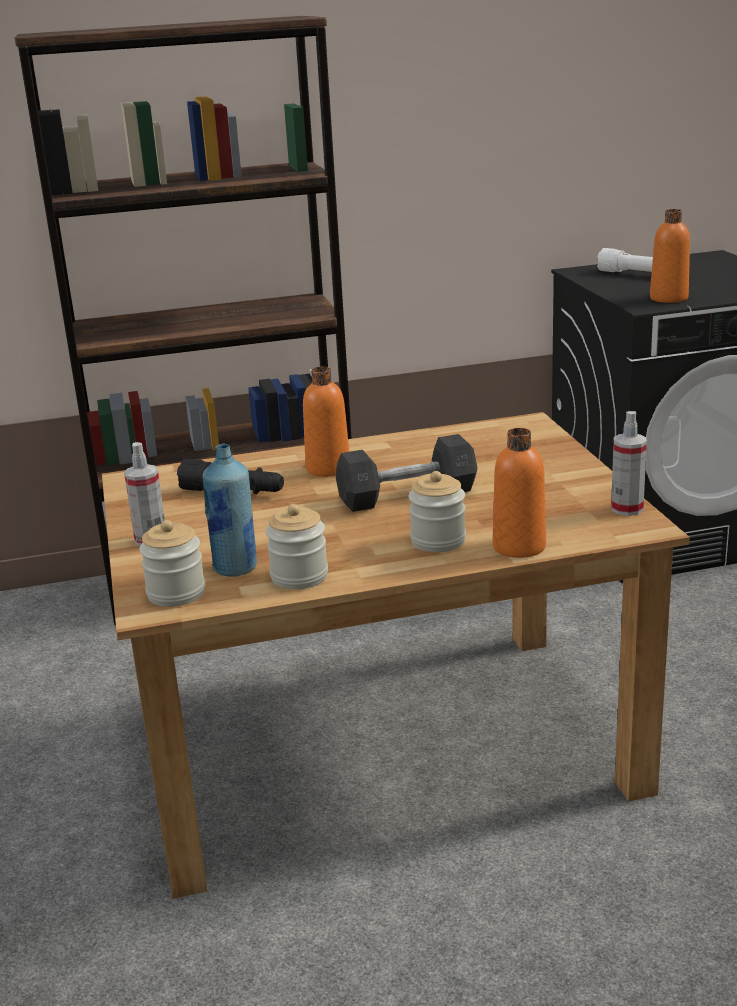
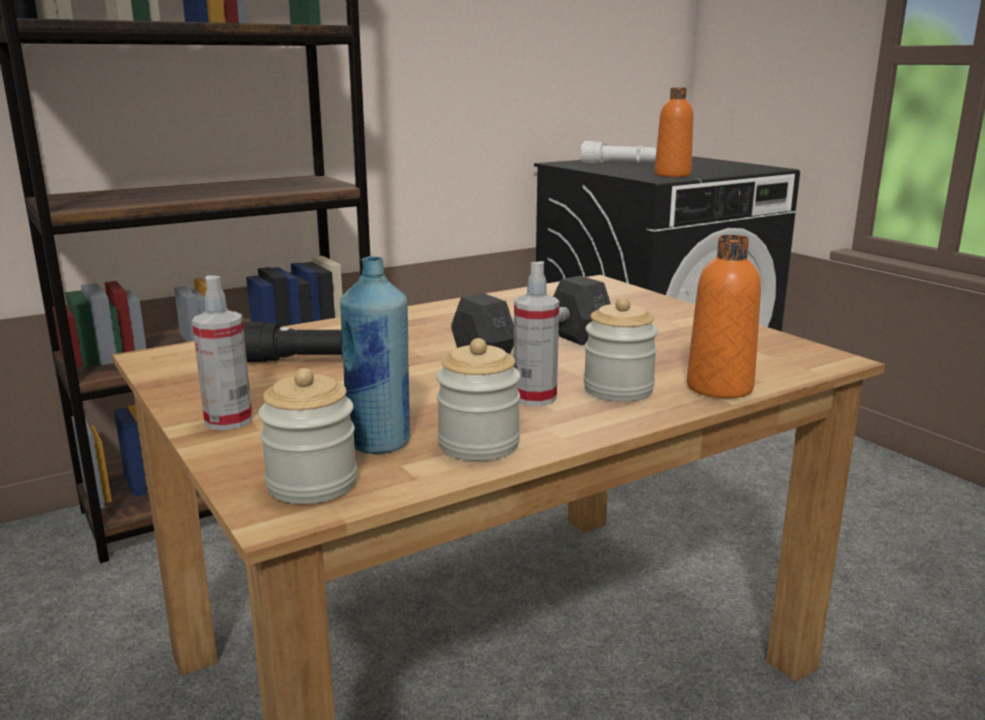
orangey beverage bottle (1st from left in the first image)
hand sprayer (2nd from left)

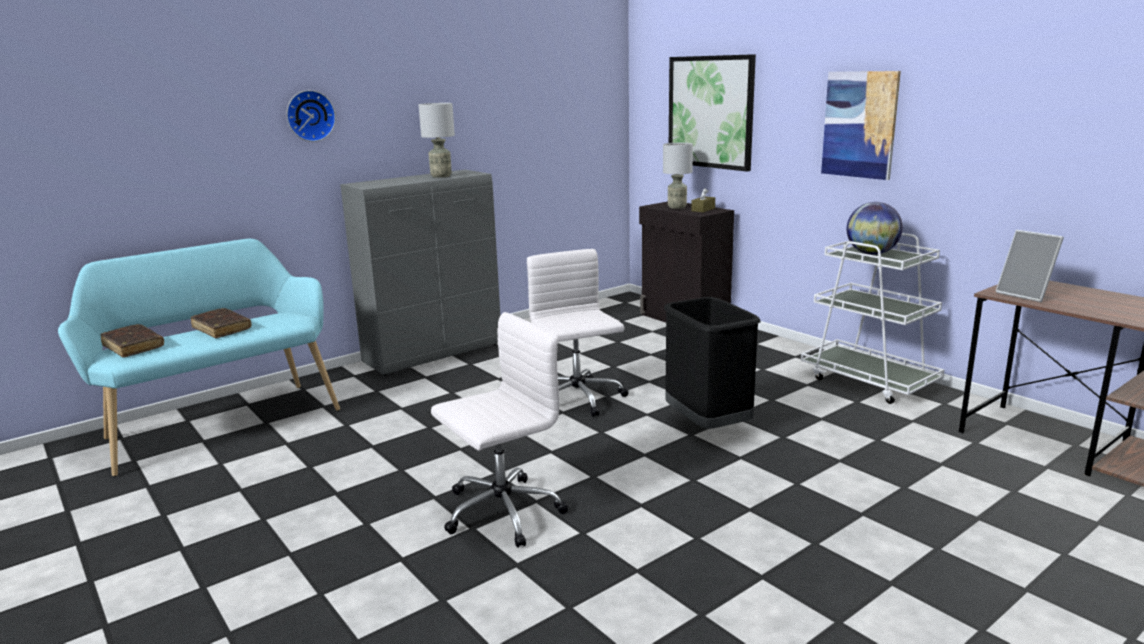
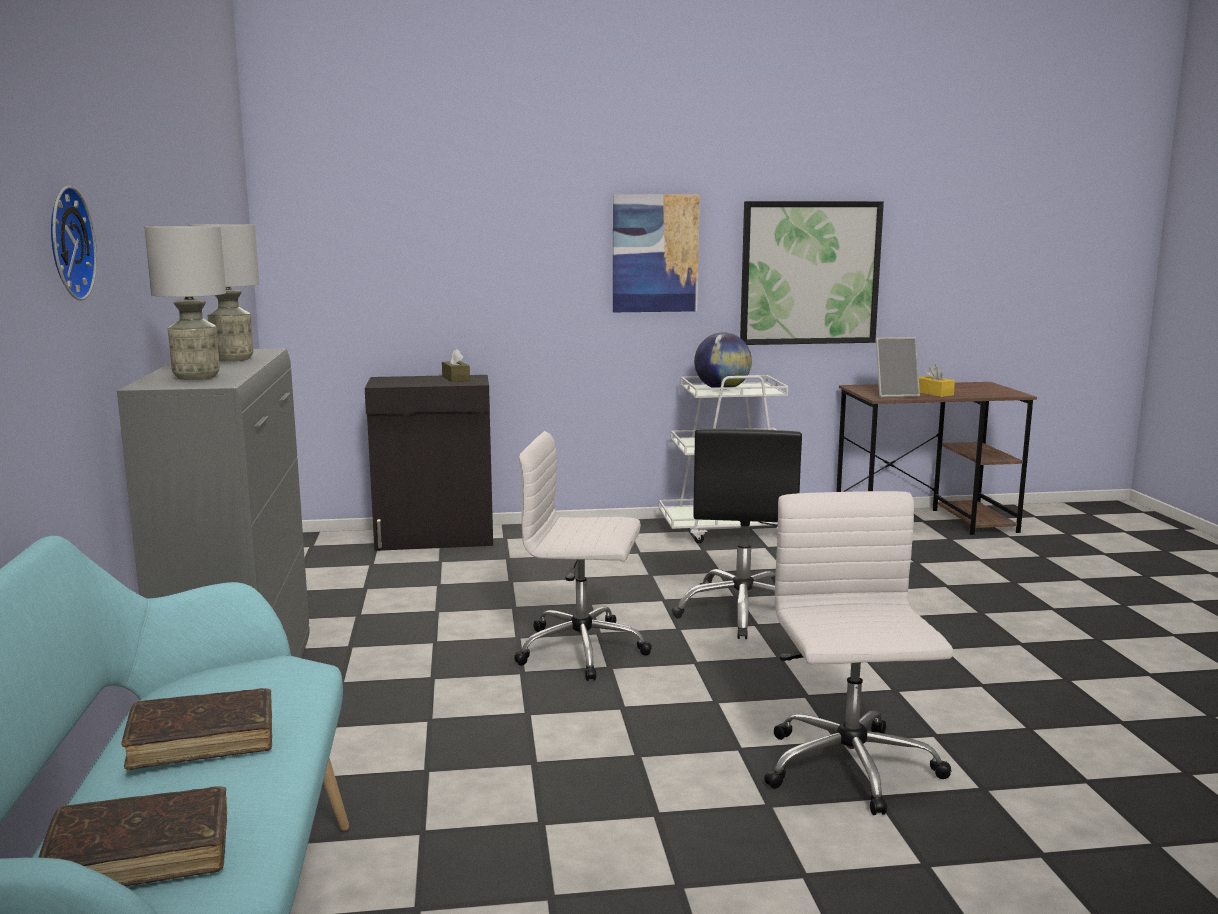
wall art (2nd from left)
gray tabletop lamp (1st from left)
black-coloured office chair
yellow-coloured tissue box

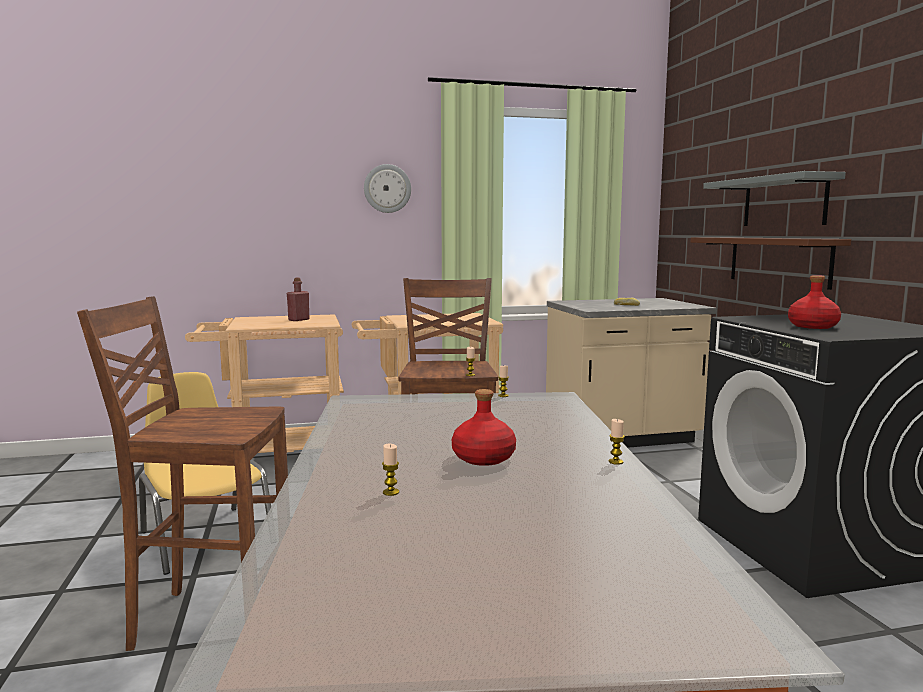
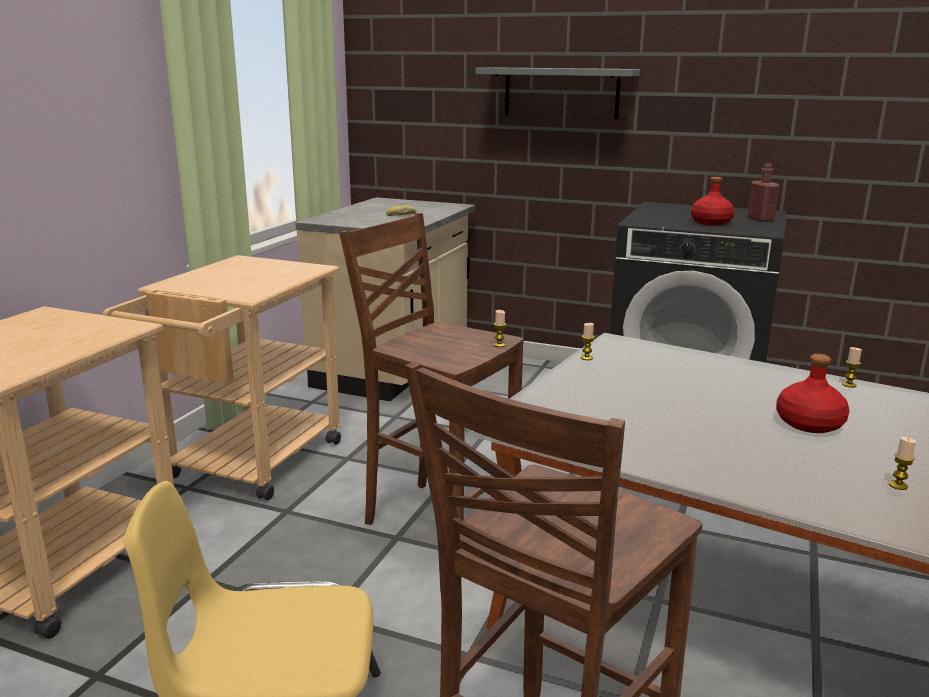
hanging clock
brown-coloured shelf
red beverage bottle (2nd from left)

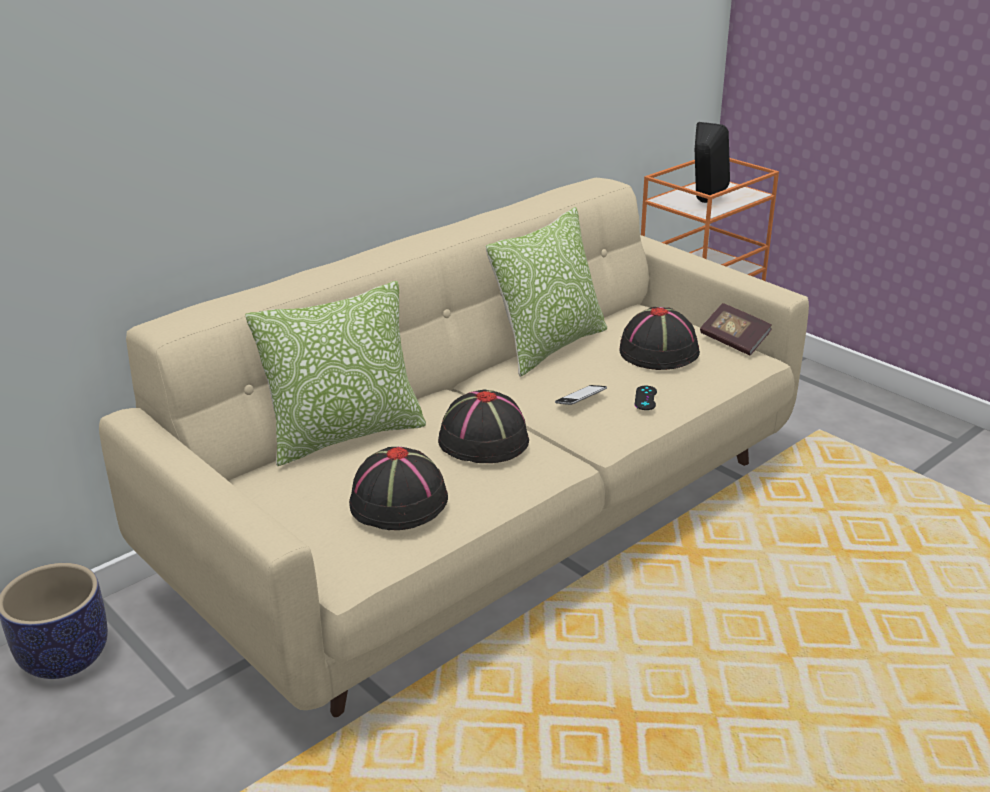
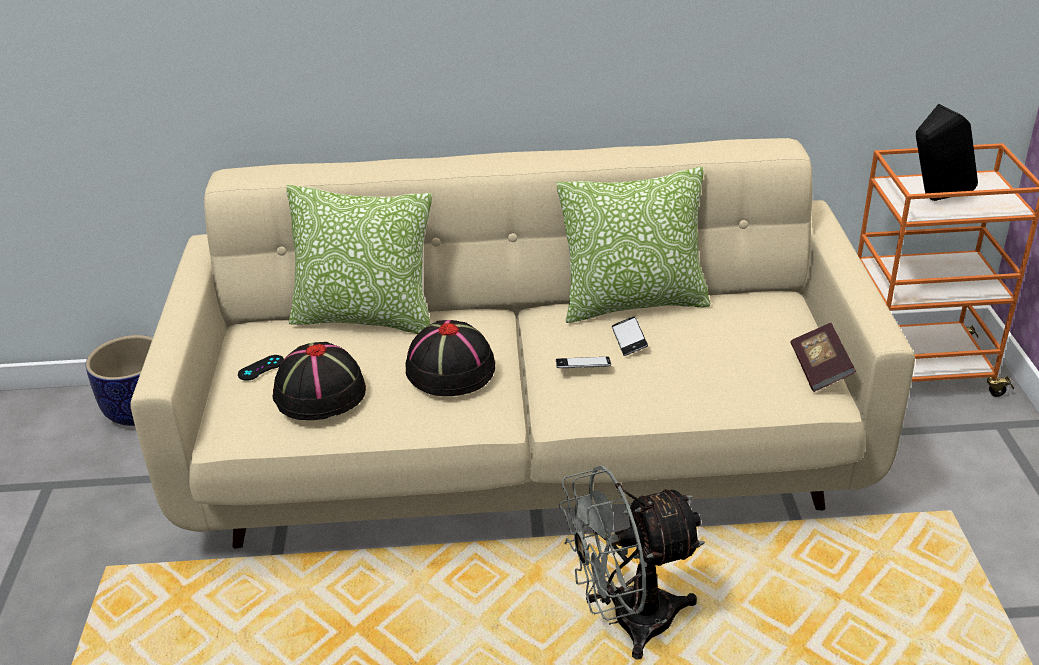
black-coloured wearable hat (3rd from left in the first image)
black-coloured game controller
telephone (2nd from left)
gray fan

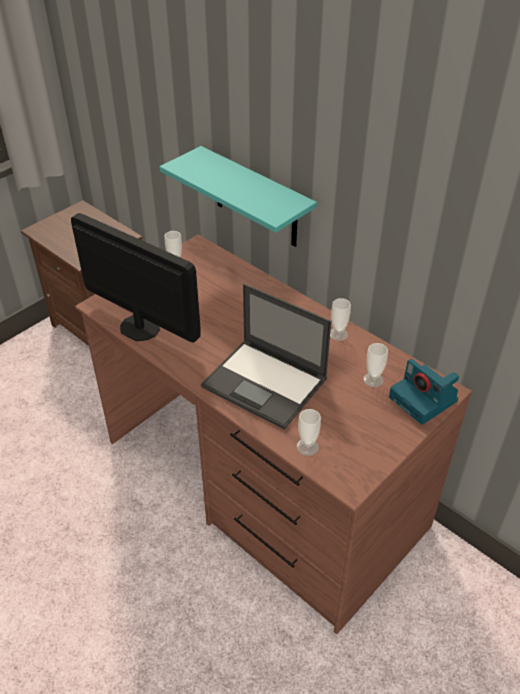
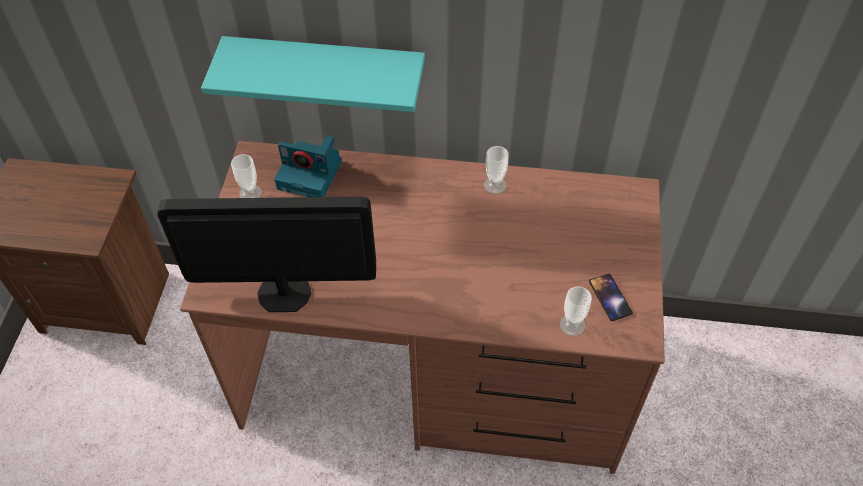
portable computer
drinking cup (4th from left in the first image)
photo camera
telephone

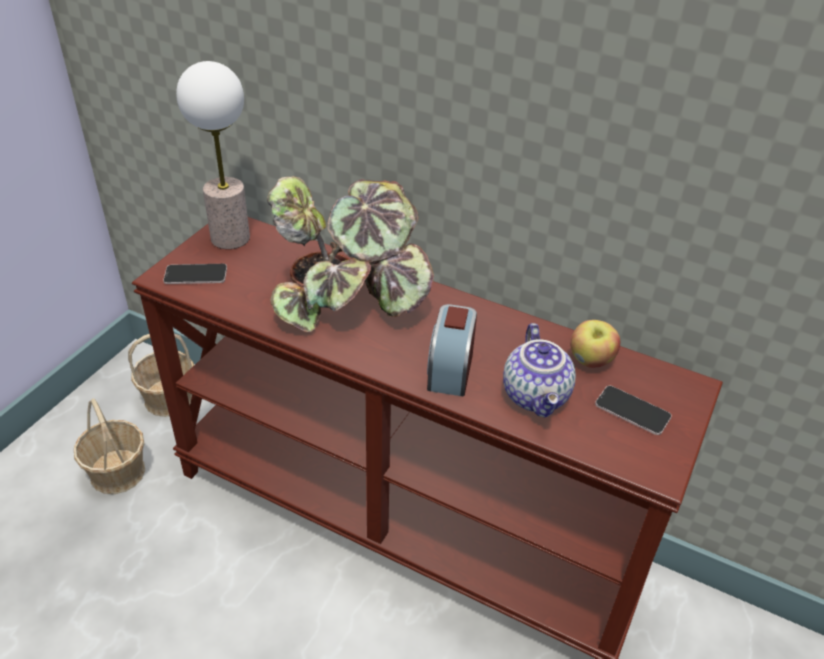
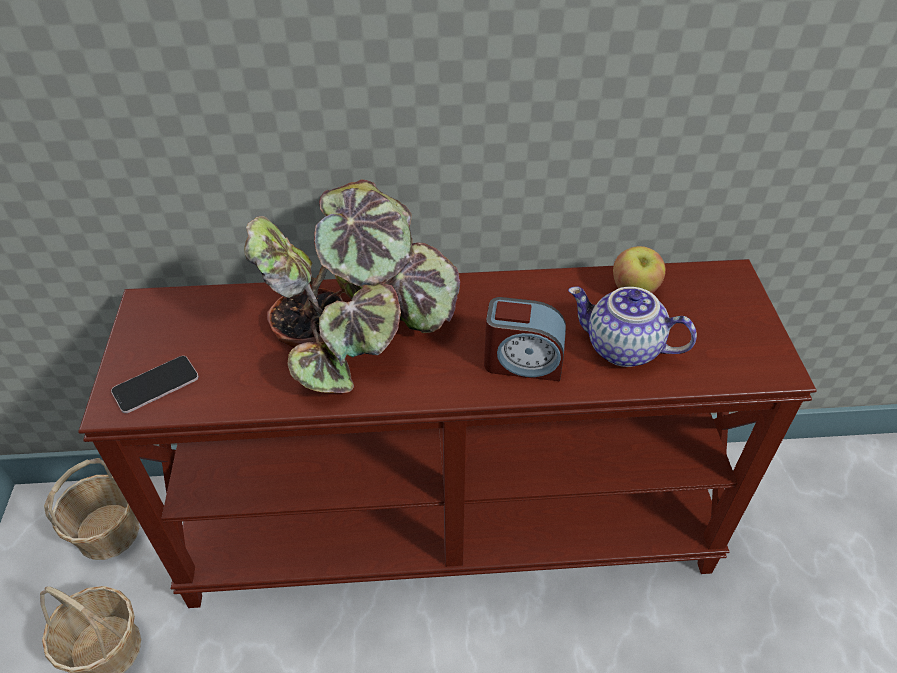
tabletop lamp
bedside clock
pot for tea
telephone (2nd from left in the first image)

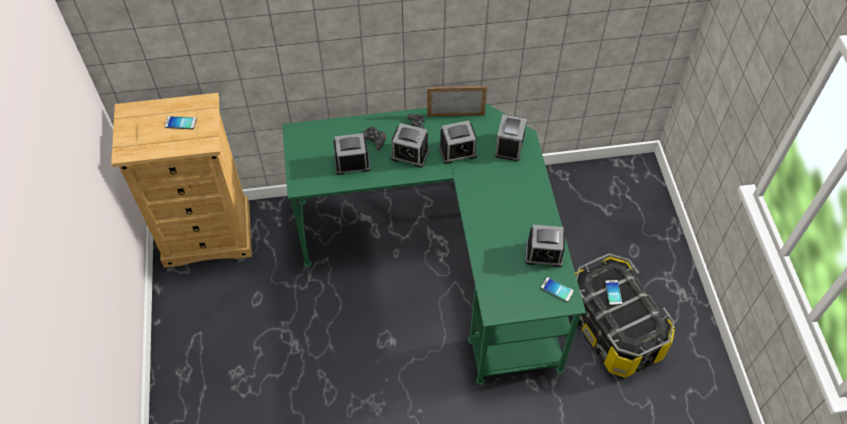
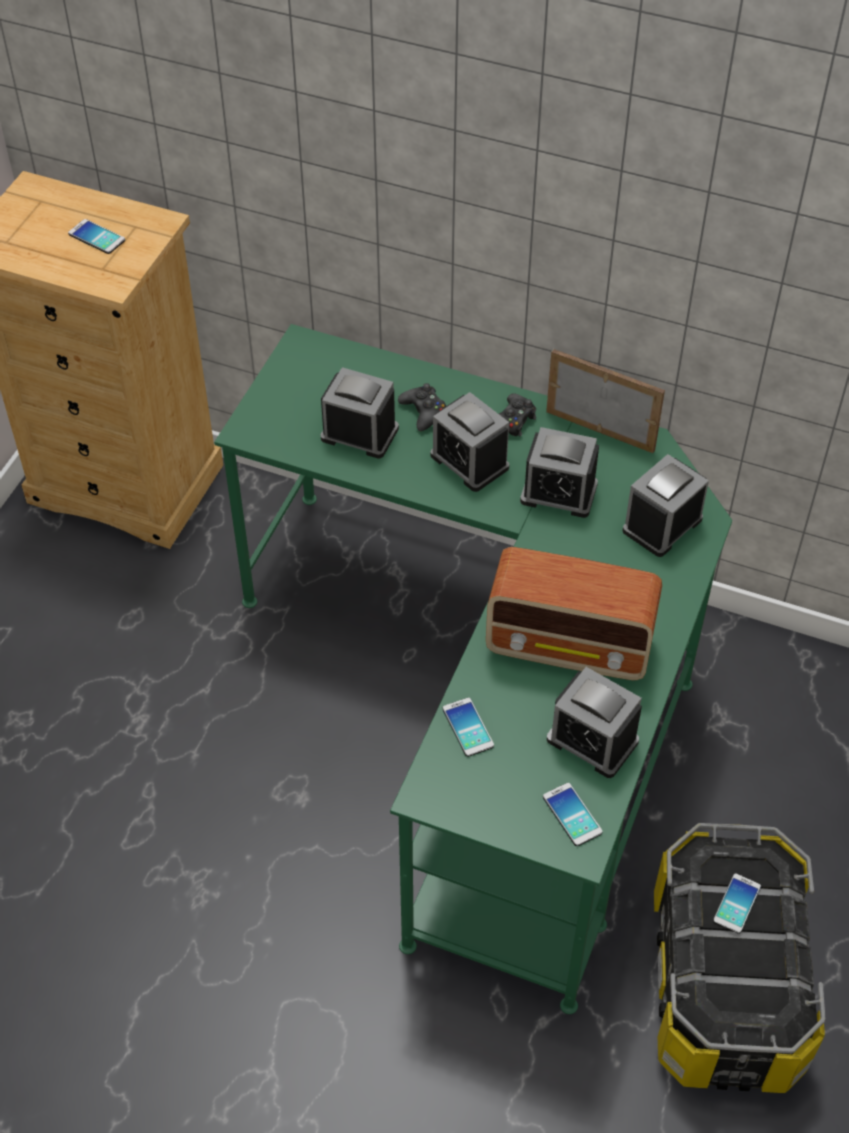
radio receiver
telephone (2nd from left)

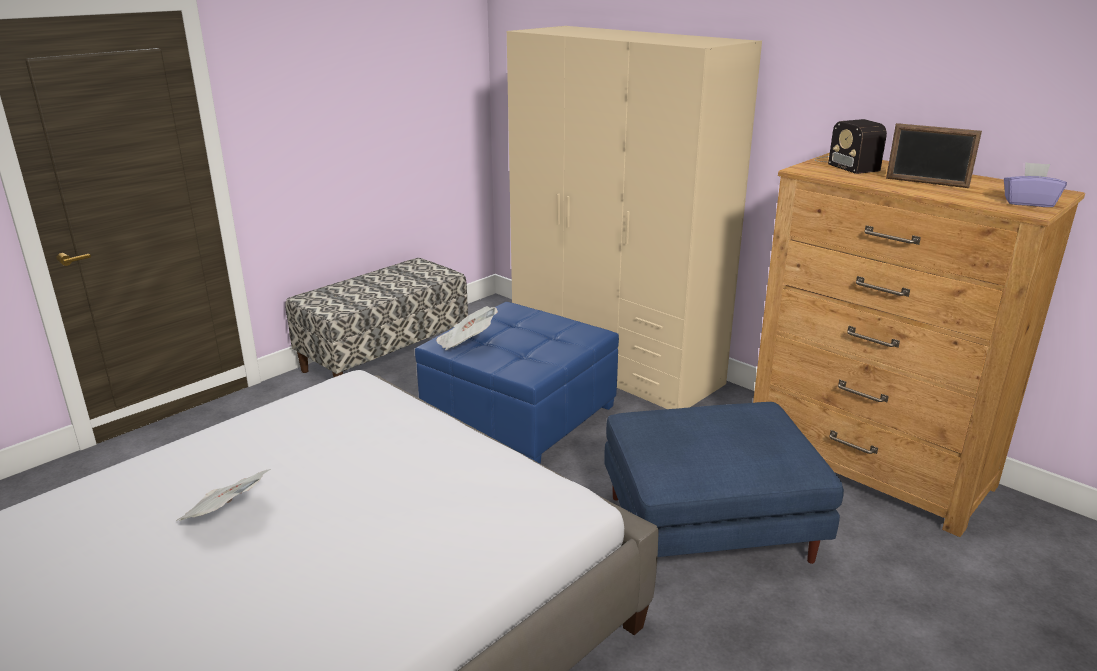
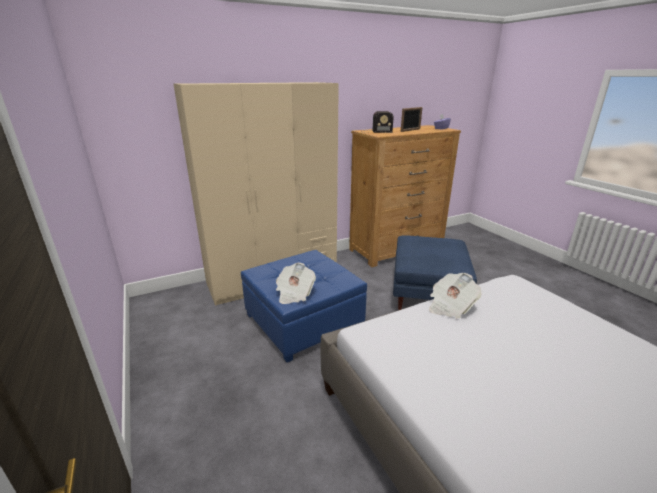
bench
printed paper (2nd from left)

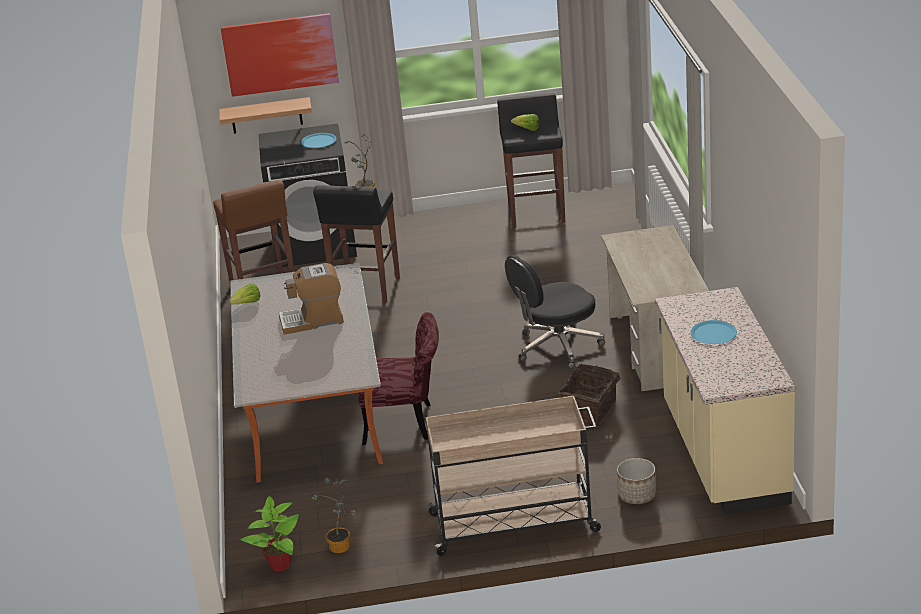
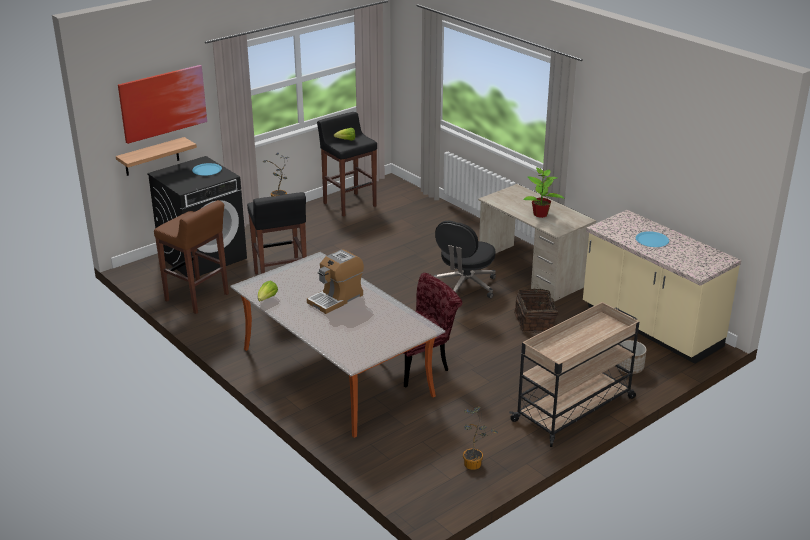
potted plant (3rd from left)

